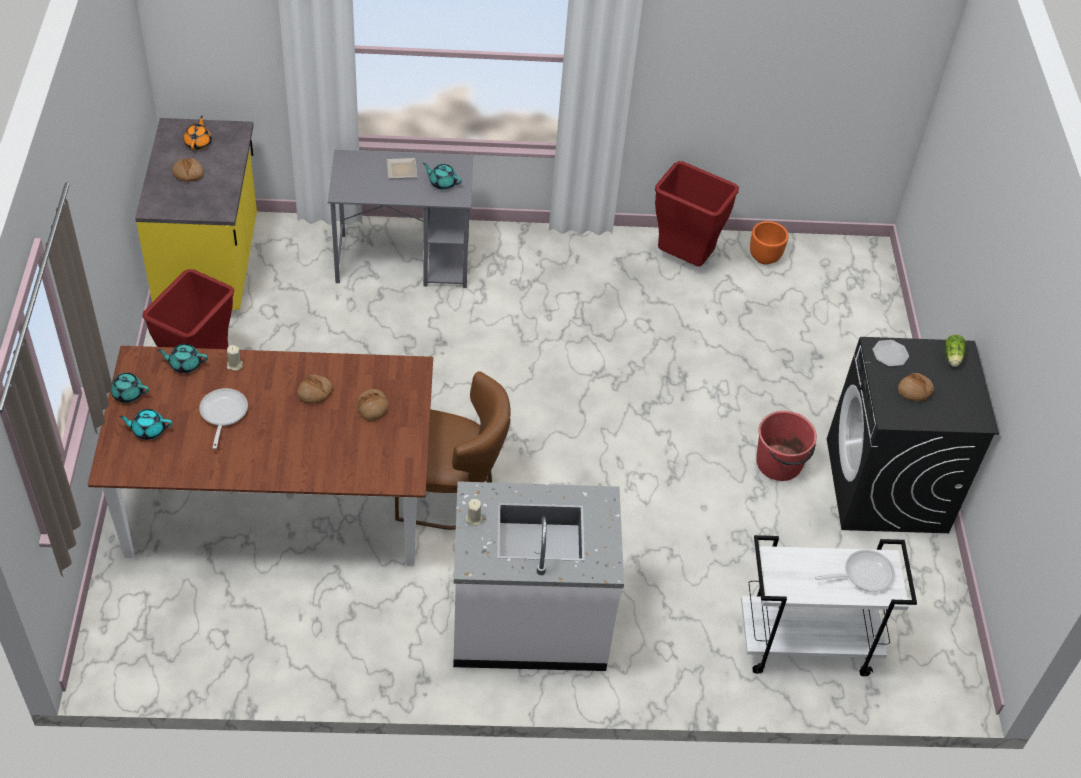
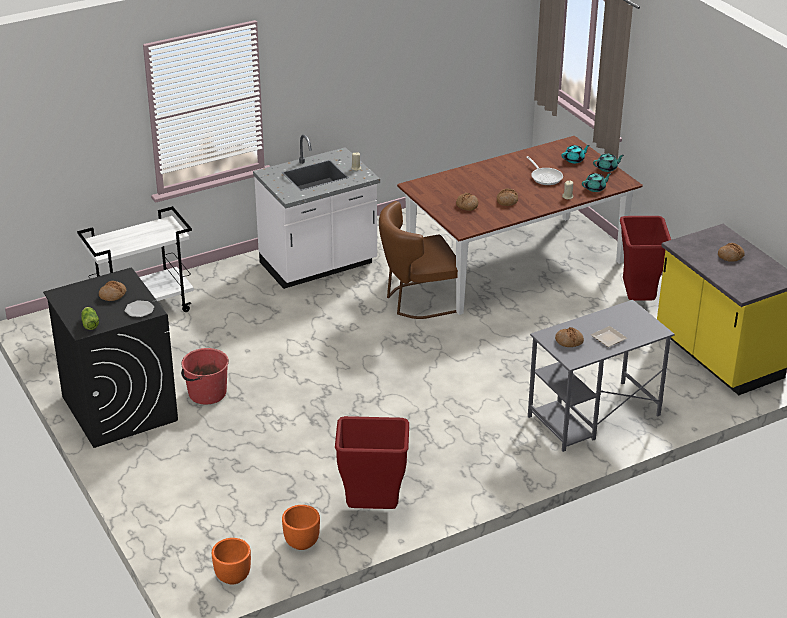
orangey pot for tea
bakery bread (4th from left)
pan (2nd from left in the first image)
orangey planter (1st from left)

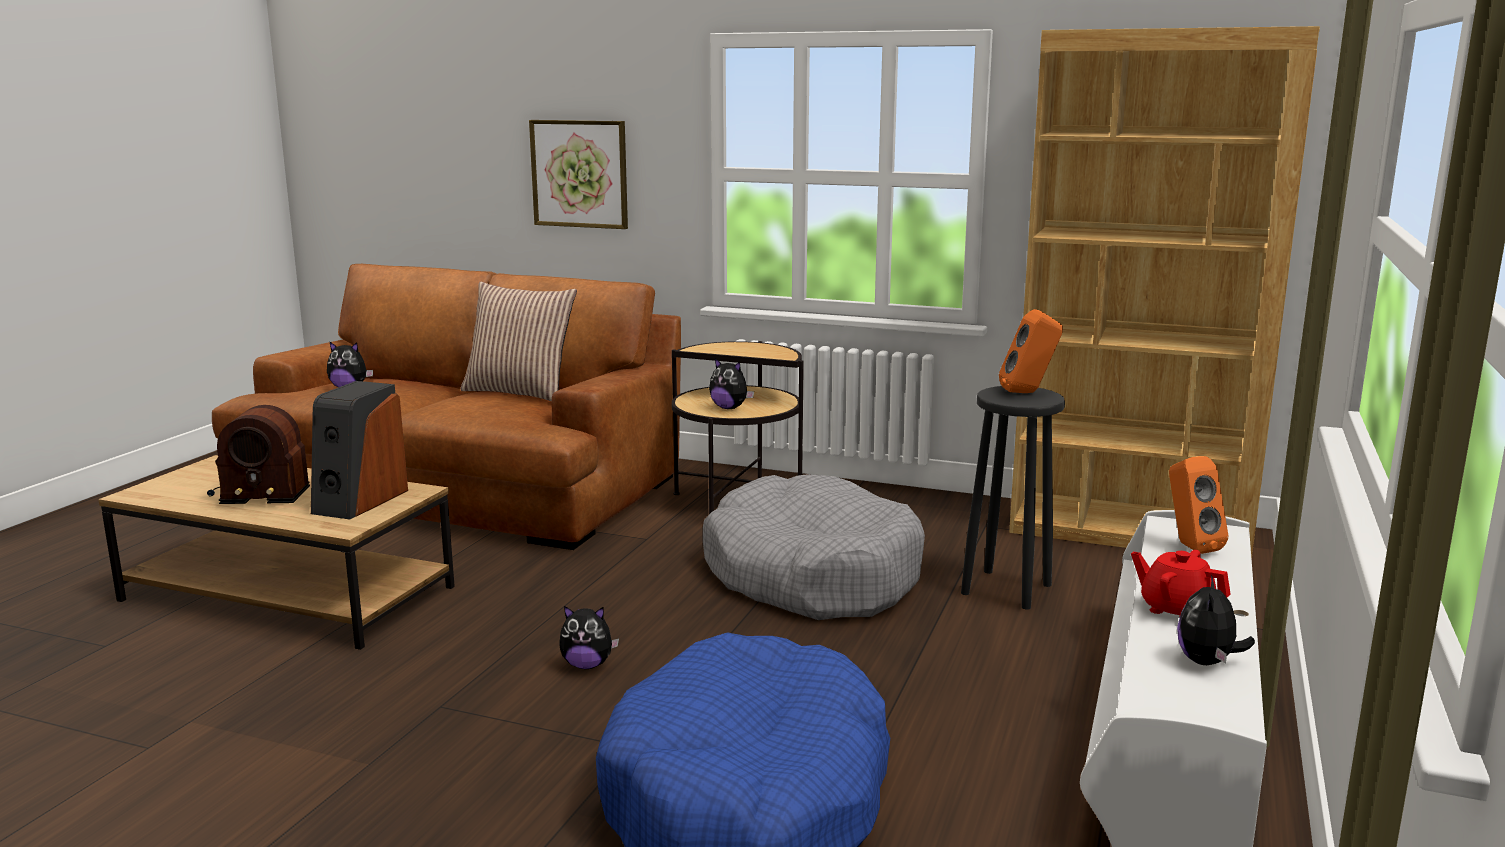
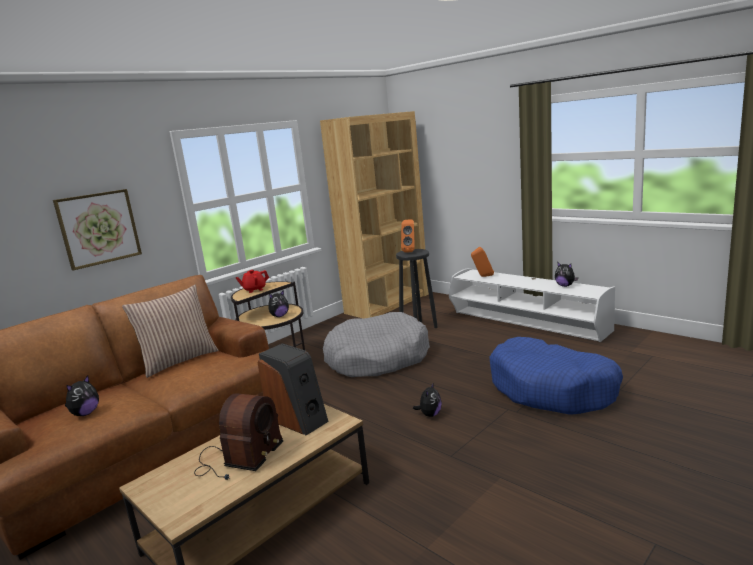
red pot for tea

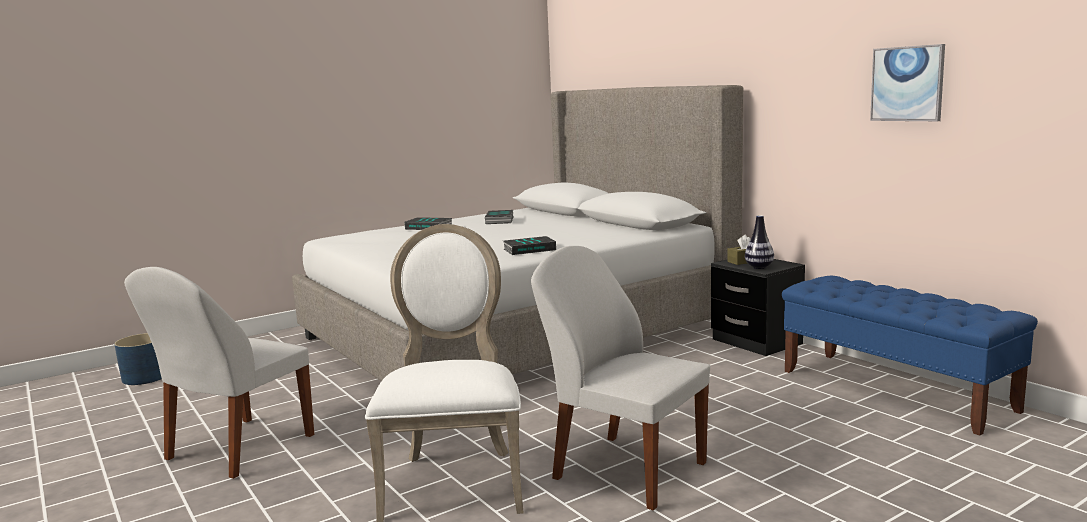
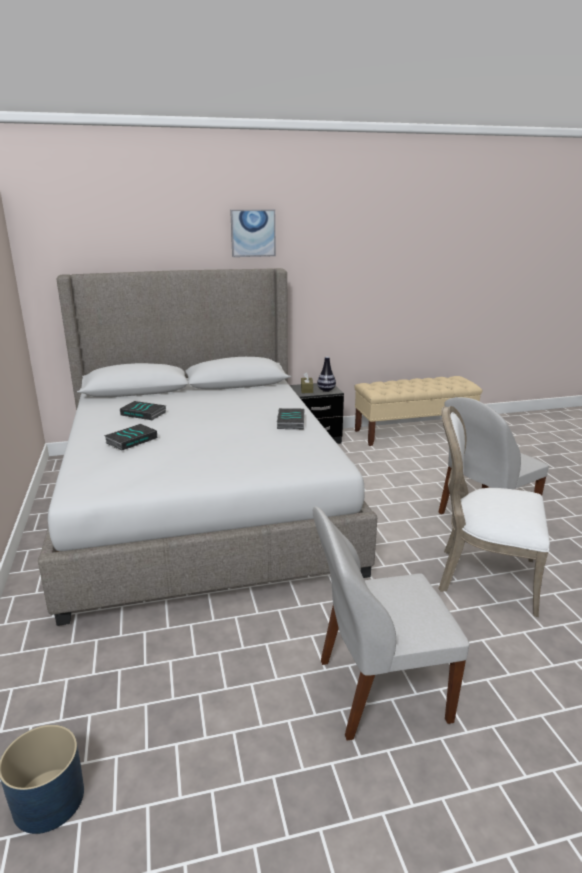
wall art
white upright chair (1st from left)
sand-coloured bench

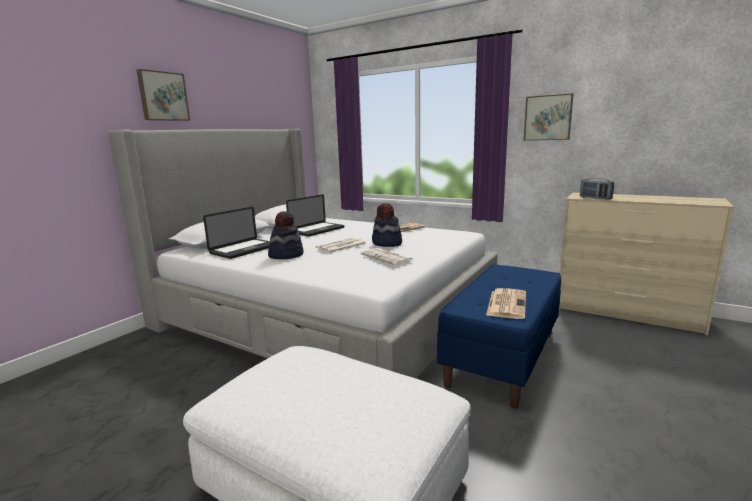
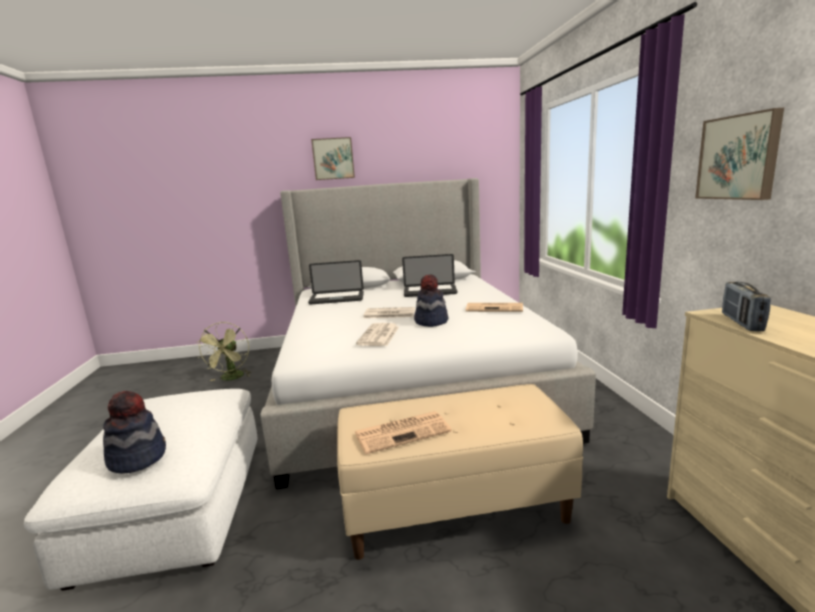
wearable hat (1st from left)
sand-coloured bench
green fan

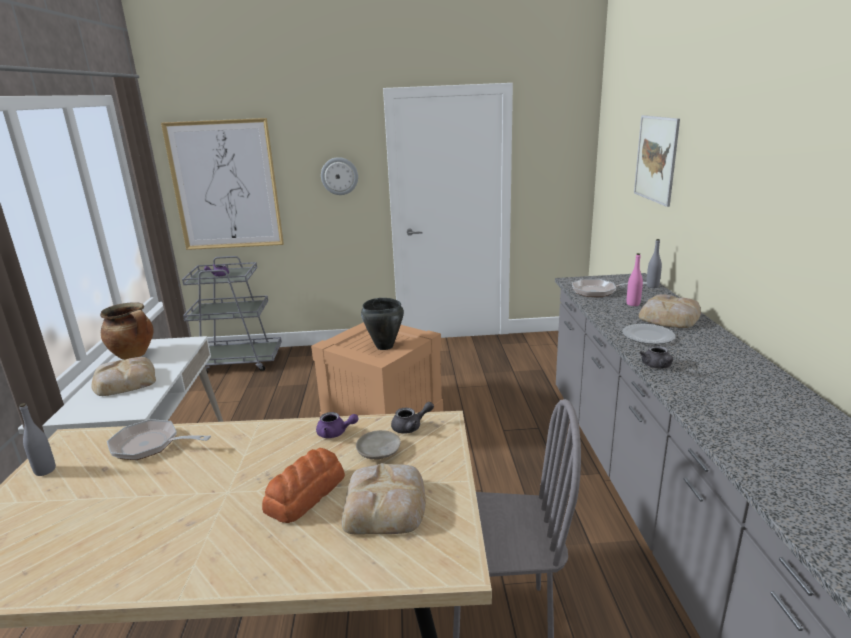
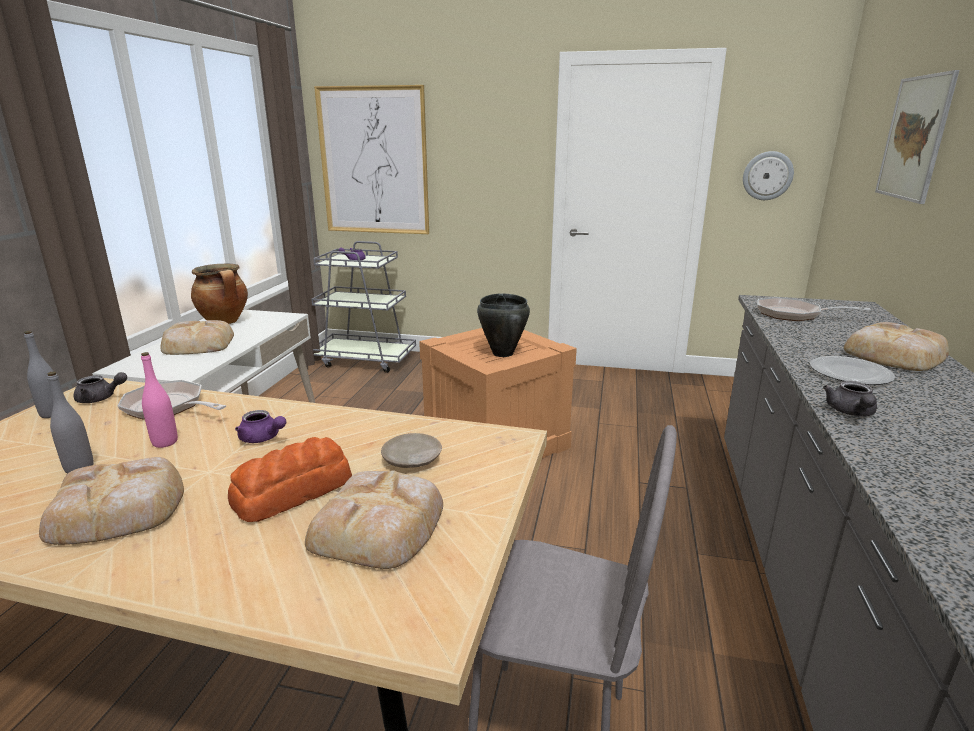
hanging clock
gray beverage bottle (2nd from left)
pink-coloured beverage bottle
gray pot for tea (1st from left)
purple-coloured pot for tea (1st from left)
bakery bread (1st from left)

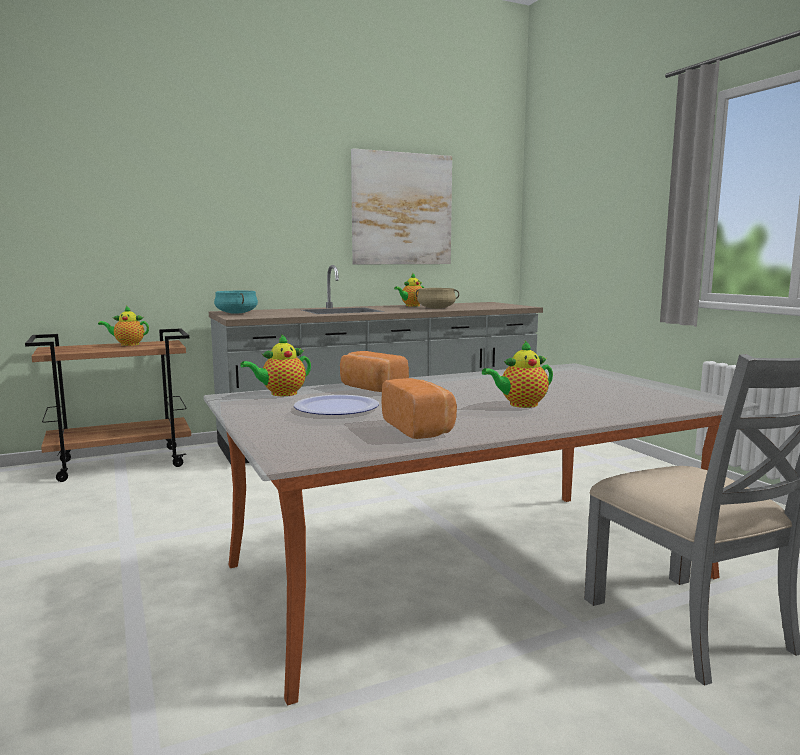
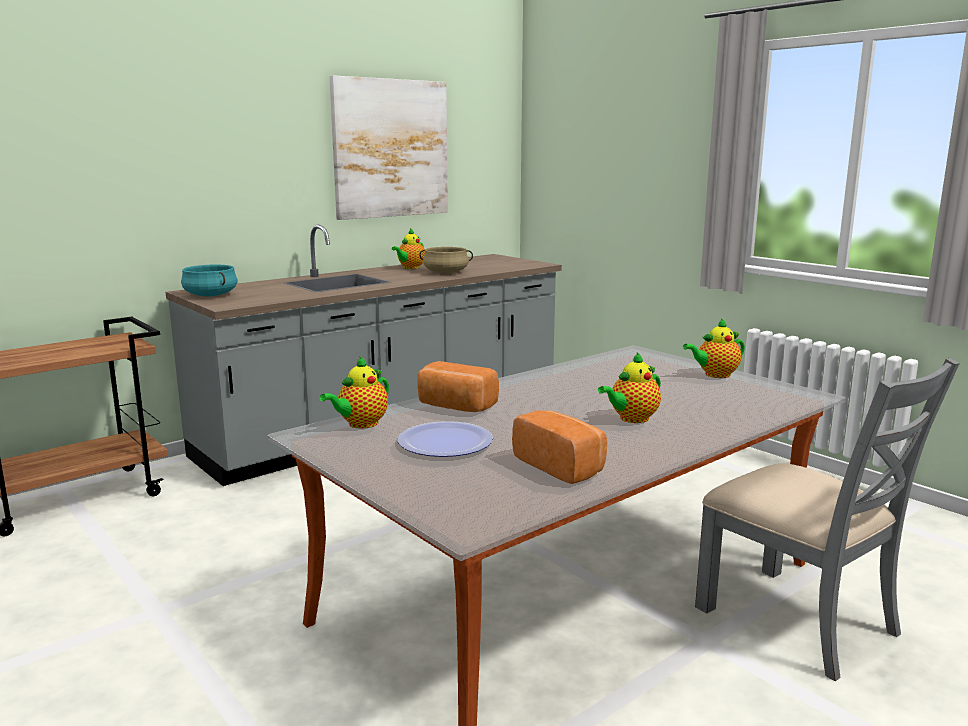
pot for tea (4th from left)

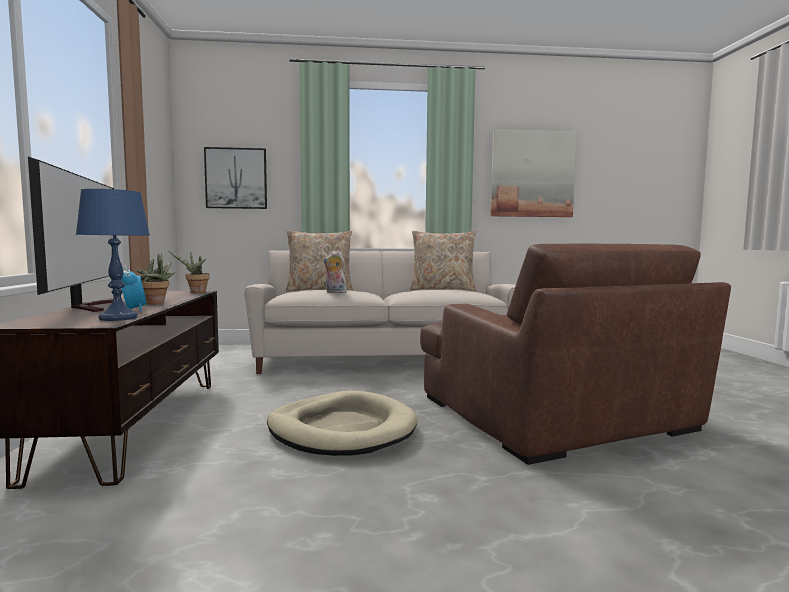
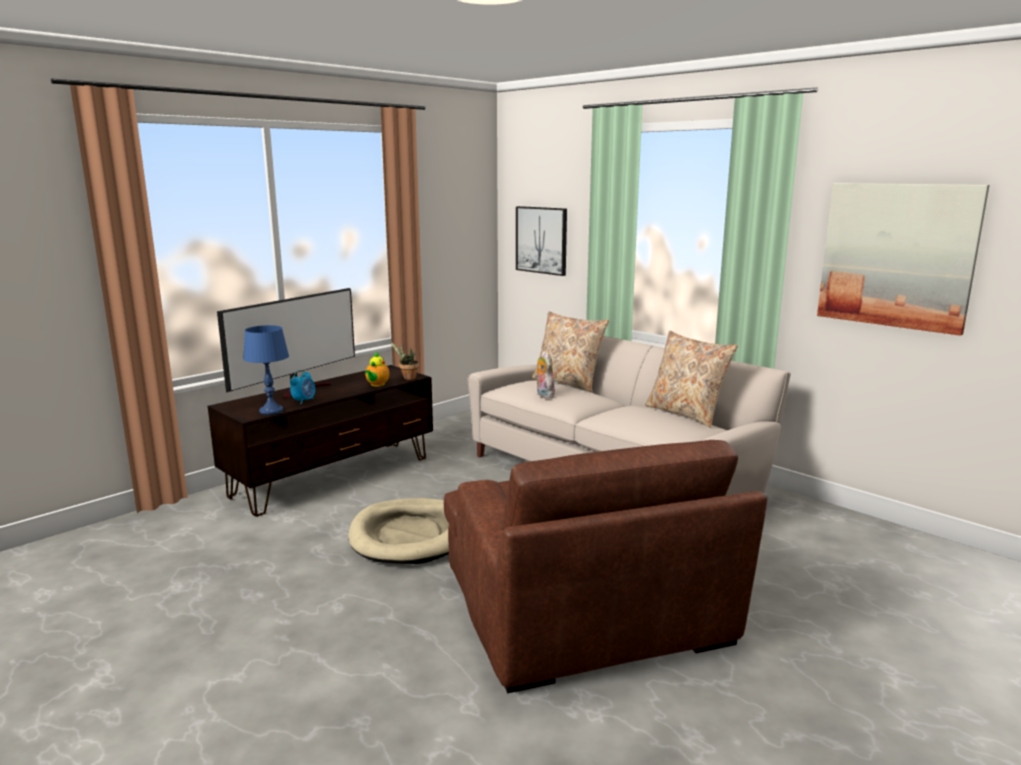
brown-coloured easy chair
potted plant (1st from left in the first image)
pot for tea

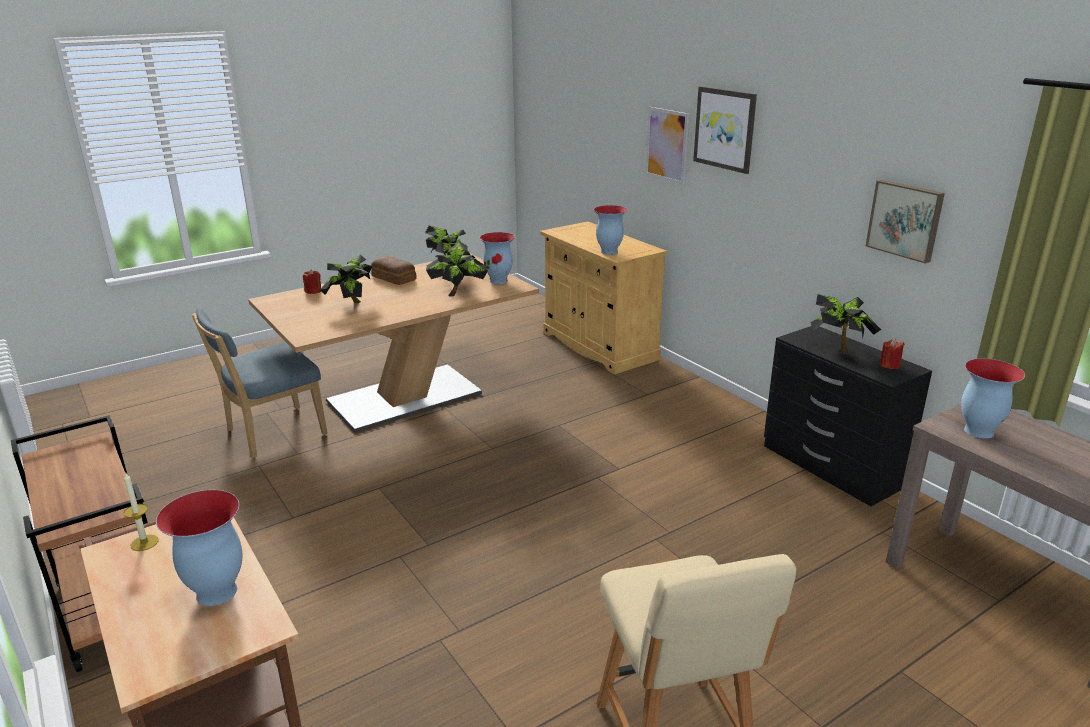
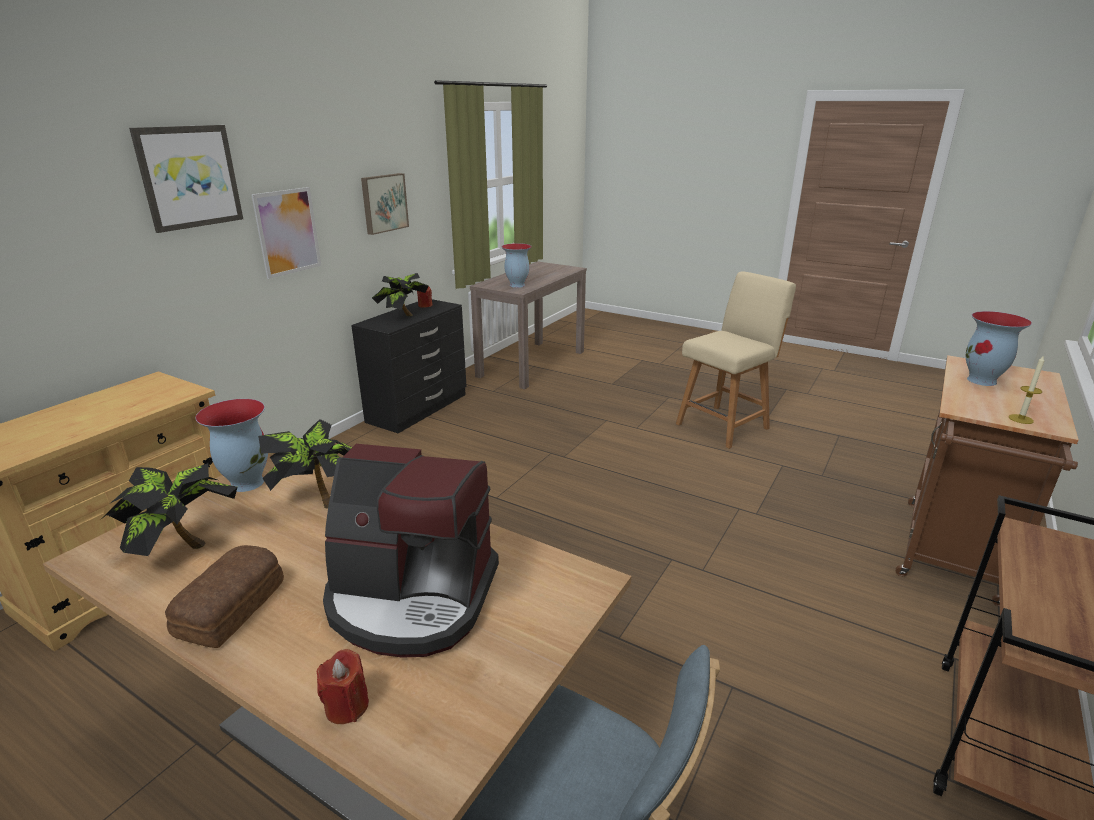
wall art (2nd from left)
decorative vase (3rd from left in the first image)
coffee machine

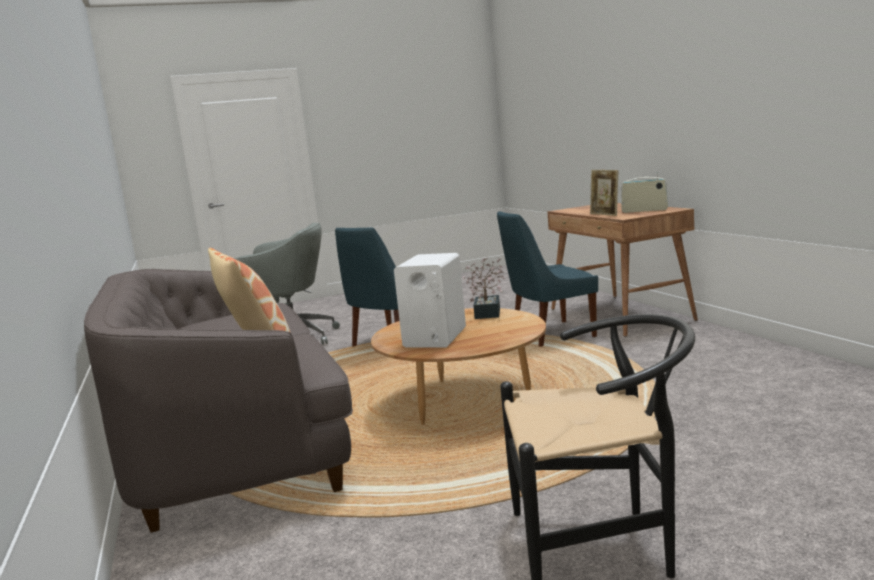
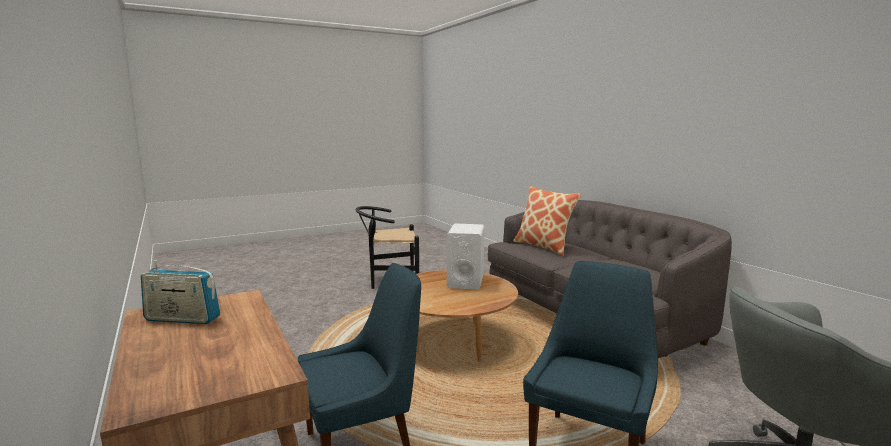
photo frame
potted plant

